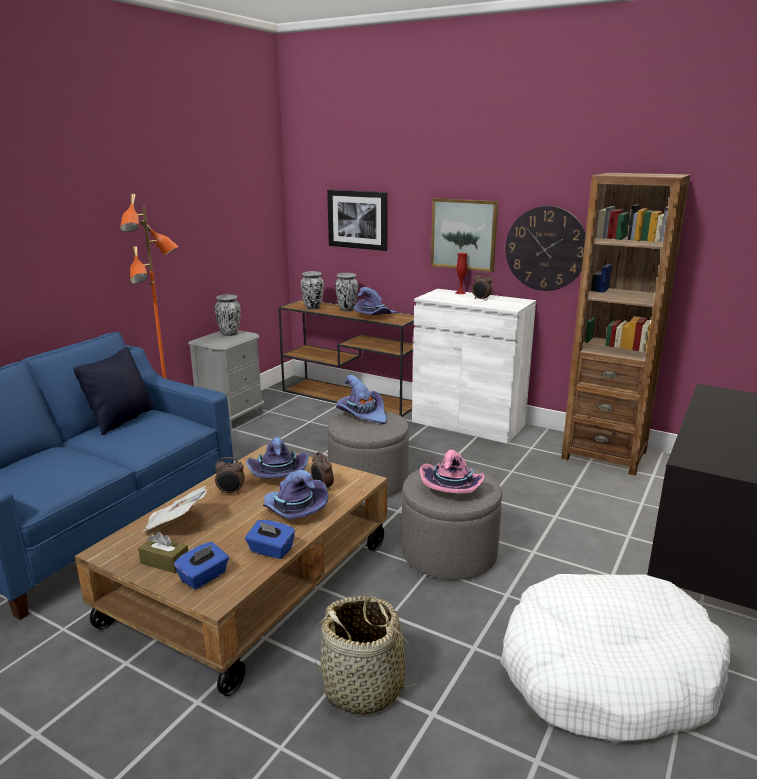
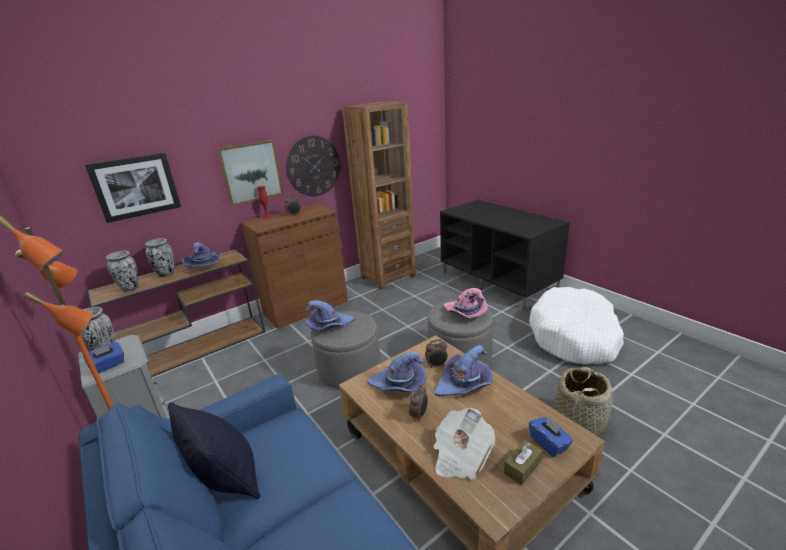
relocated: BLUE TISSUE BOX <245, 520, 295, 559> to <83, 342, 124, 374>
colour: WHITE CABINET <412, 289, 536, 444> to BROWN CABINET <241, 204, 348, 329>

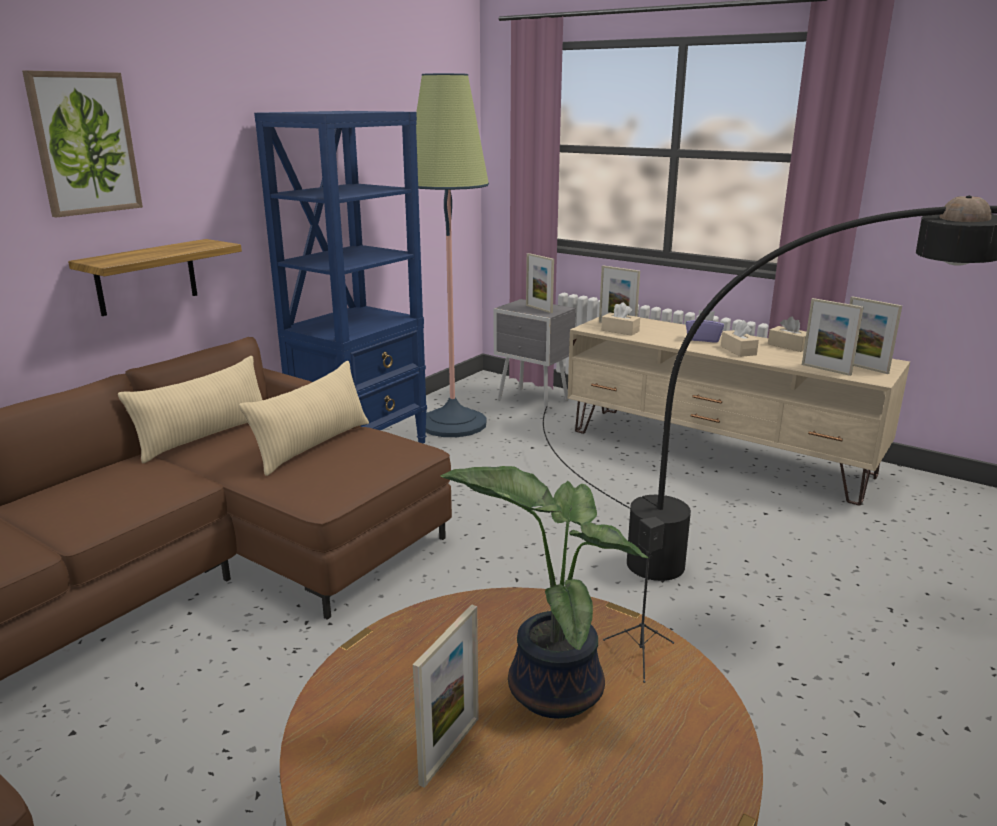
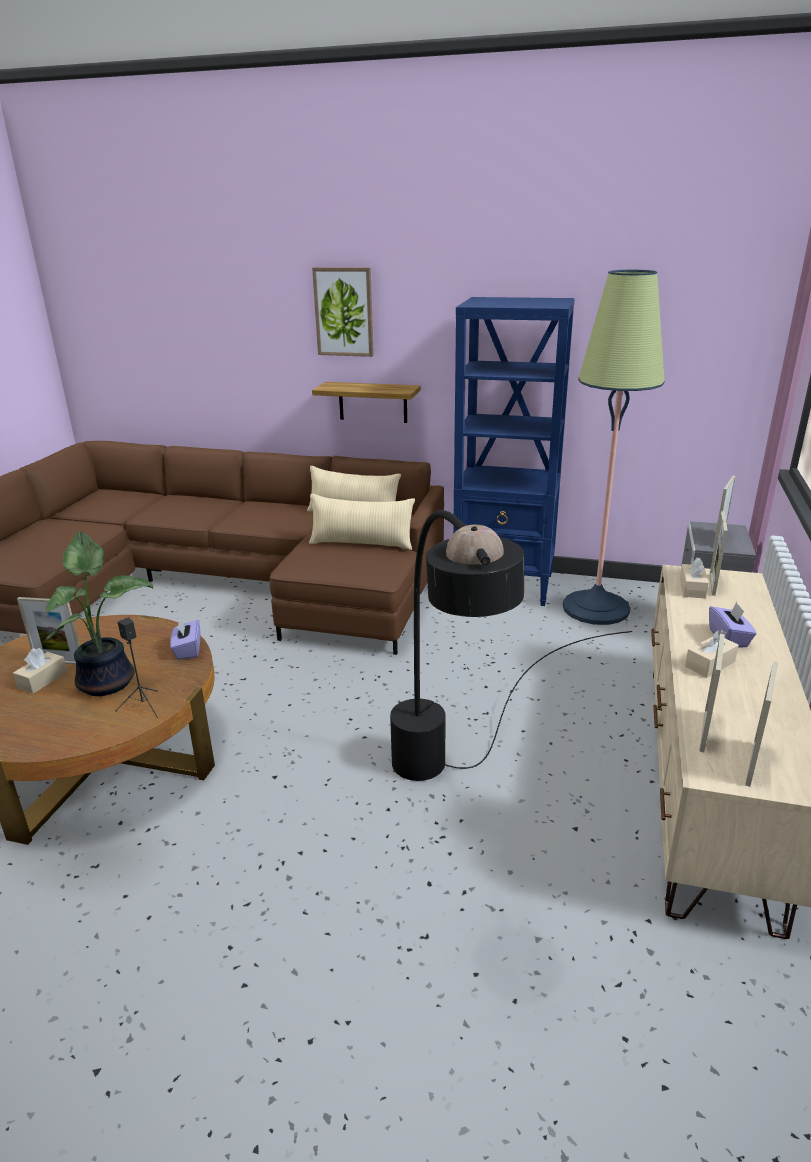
appeared: PURPLE TISSUE BOX <170, 619, 200, 660>
relocated: BEIGE TISSUE BOX <768, 316, 806, 352> to <13, 648, 67, 694>

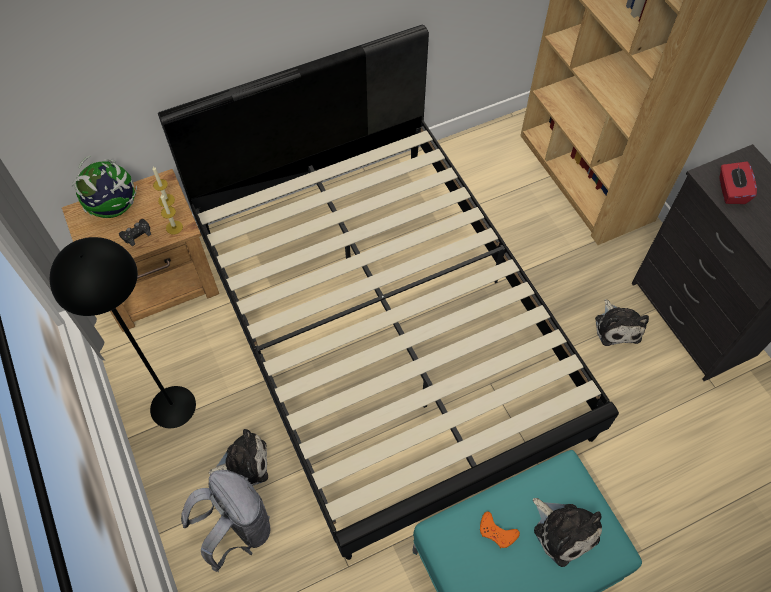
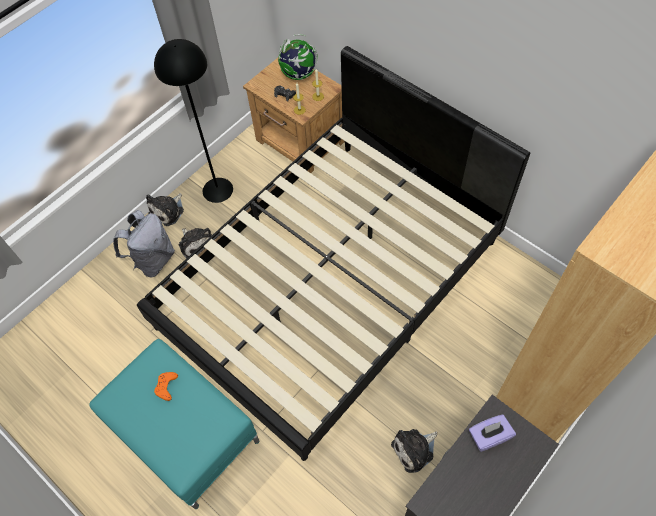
relocated: PLUSH TOY <533, 498, 602, 567> to <146, 193, 184, 226>
colour: RED TISSUE BOX <719, 162, 757, 204> to PURPLE TISSUE BOX <469, 414, 516, 452>

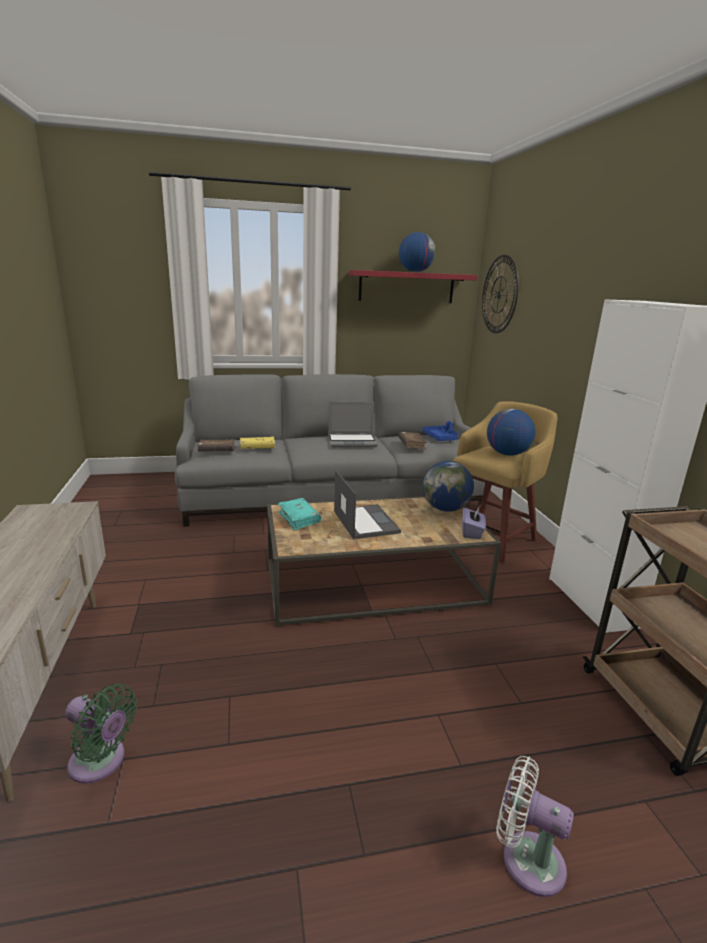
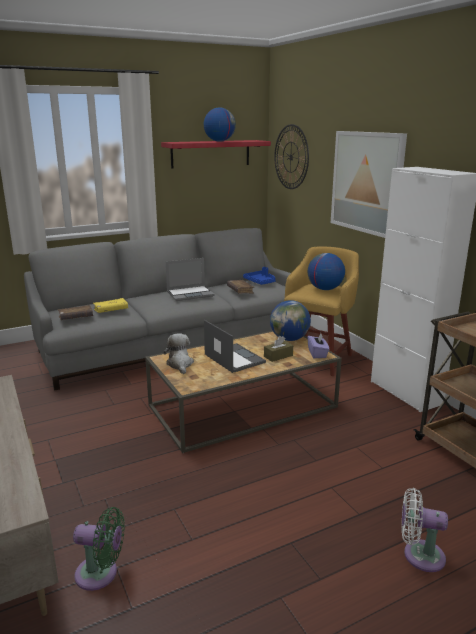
appeared: BROWN TISSUE BOX <264, 336, 293, 362>; PICTURE <331, 131, 407, 238>
exchanged: TURQUOISE BOOK <278, 498, 321, 531> to PLUSH TOY <163, 333, 194, 374>

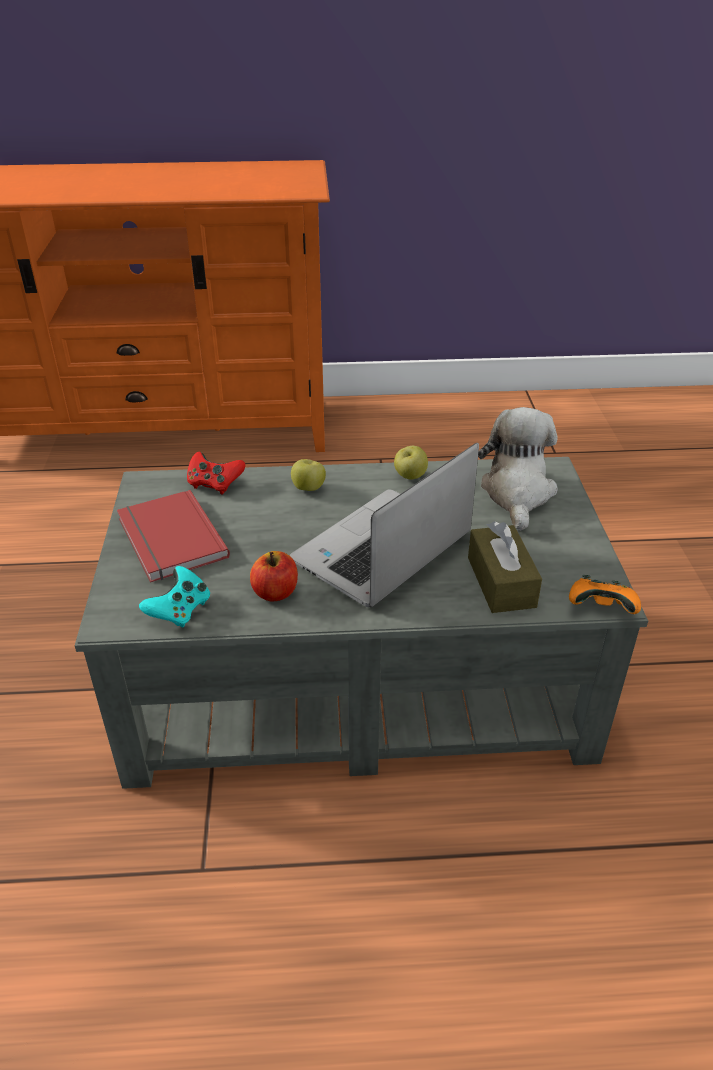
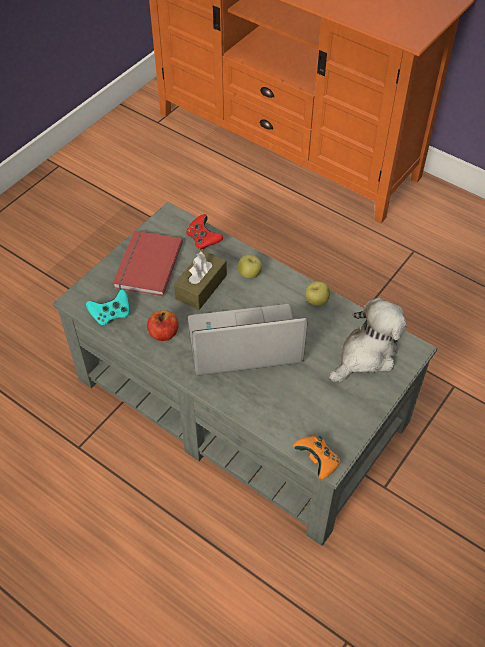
relocated: BROWN TISSUE BOX <468, 522, 542, 613> to <174, 250, 227, 310>

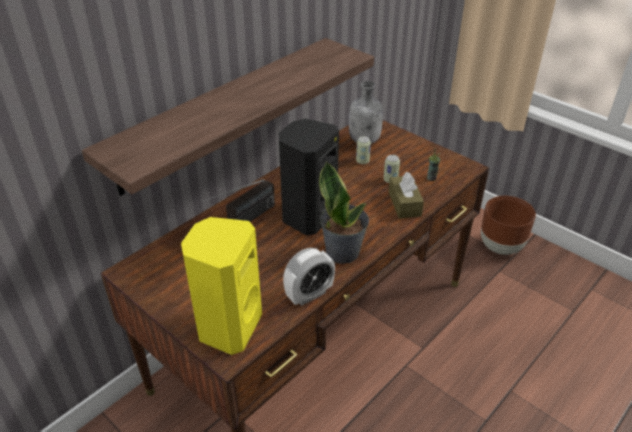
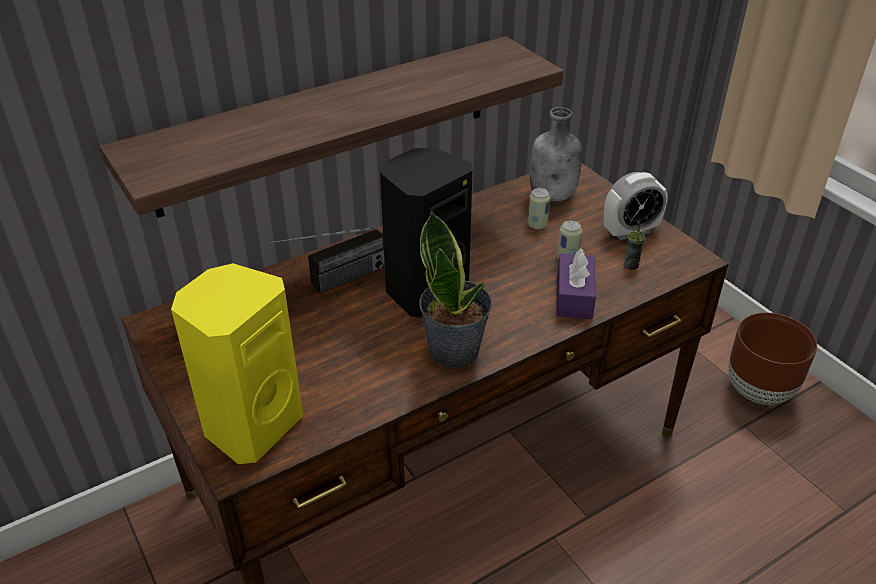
relocated: ALARM CLOCK <283, 248, 335, 306> to <604, 172, 668, 240>
colour: BROWN TISSUE BOX <389, 171, 424, 219> to PURPLE TISSUE BOX <556, 248, 596, 319>

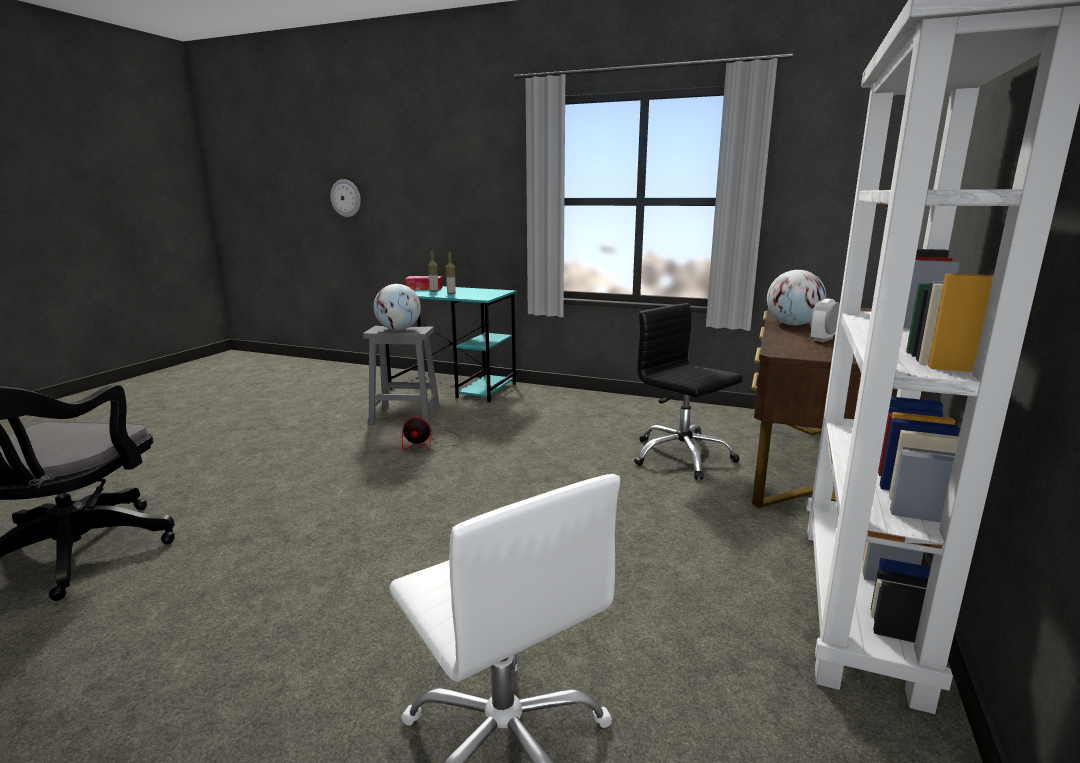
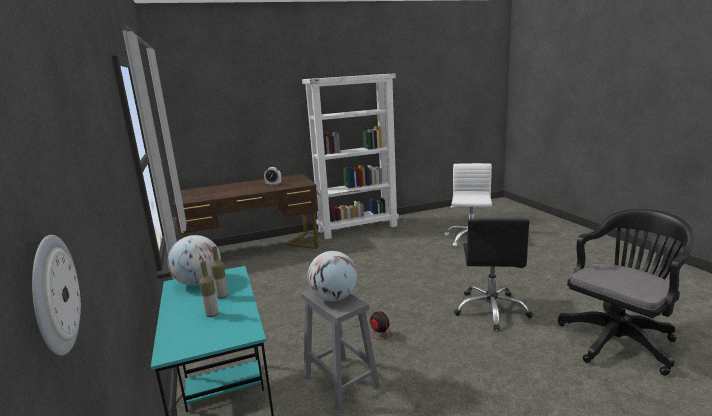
missing: TISSUE BOX <405, 276, 442, 290>
relocated: GLOBE <767, 270, 826, 325> to <168, 235, 221, 286>; BLACK OFFICE CHAIR <634, 303, 743, 480> to <454, 218, 533, 331>

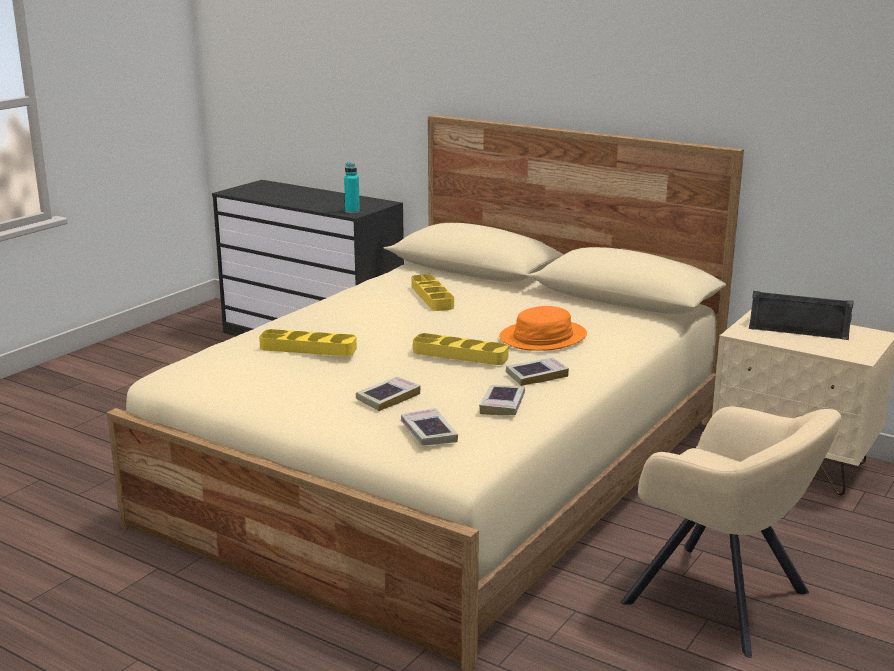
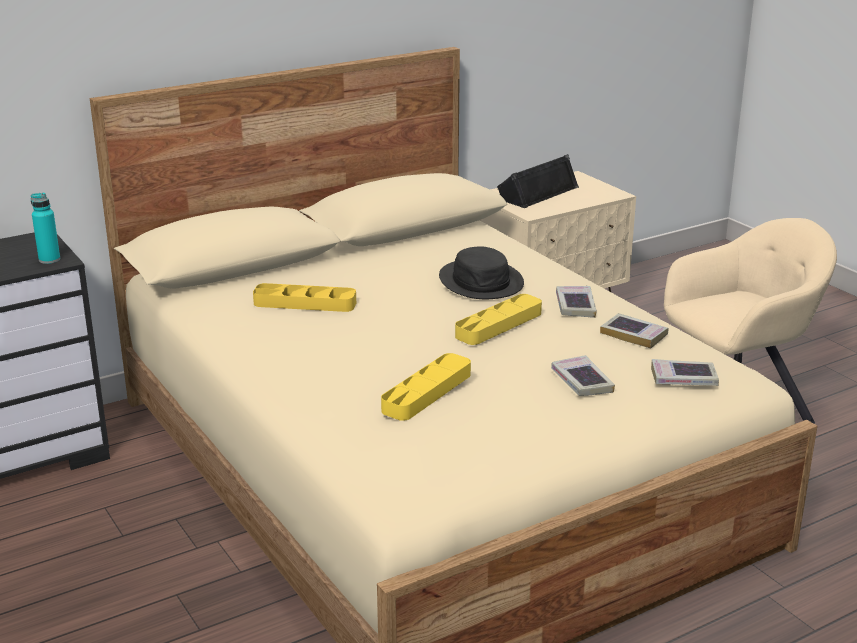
colour: ORANGE HAT <499, 306, 587, 351> to BLACK HAT <439, 246, 524, 299>

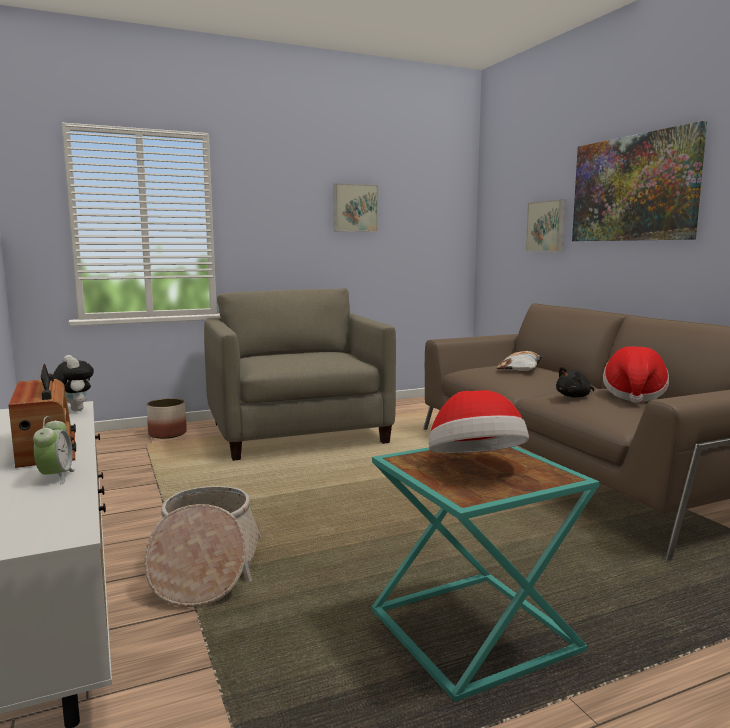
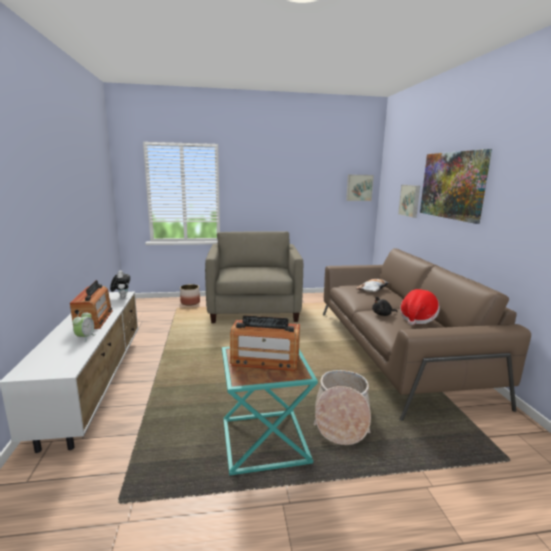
relocated: BASKET <144, 486, 262, 607> to <313, 370, 371, 445>; PICTURE <333, 183, 378, 232> to <346, 175, 374, 201>
exchanged: HAT <429, 390, 529, 453> to RADIO <230, 315, 300, 371>

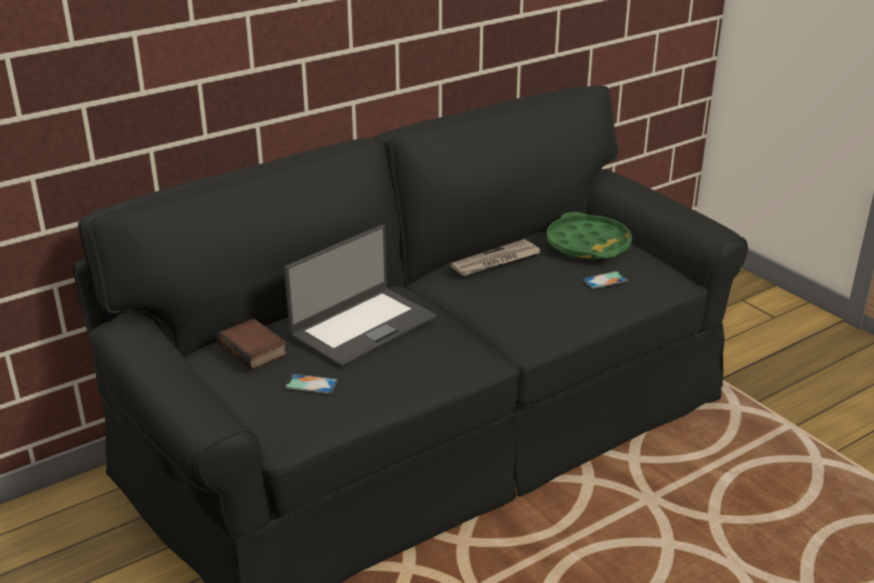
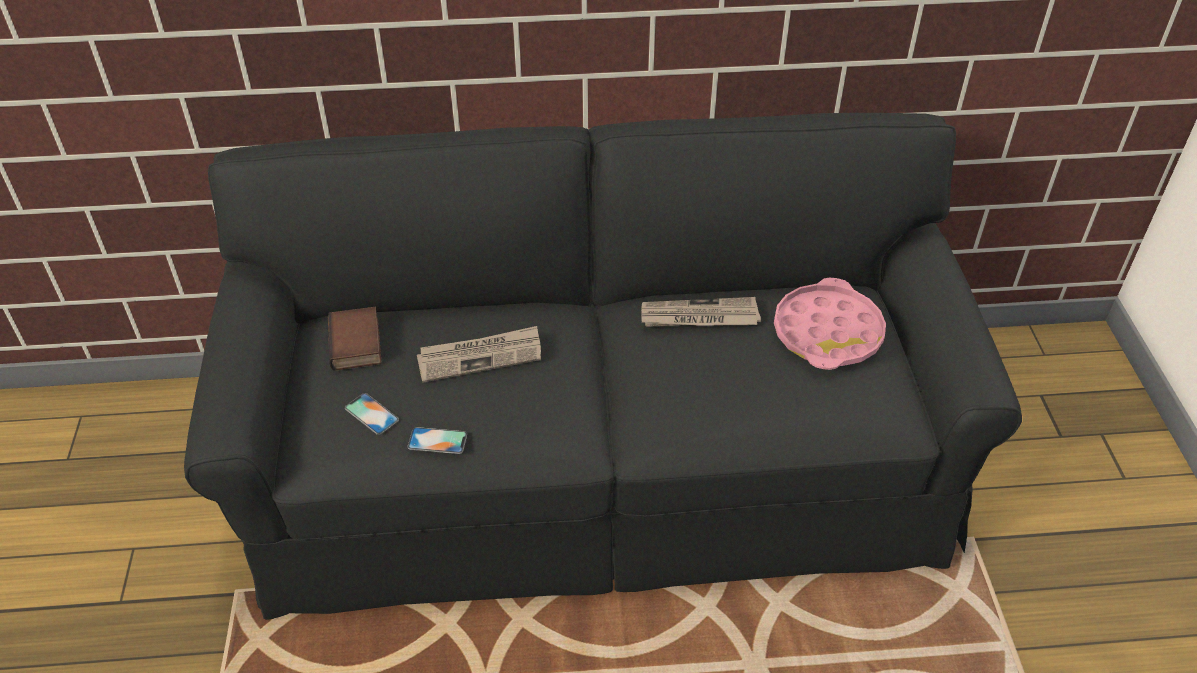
relocated: PHONE <583, 271, 628, 289> to <407, 427, 467, 454>
exchanged: LAPTOP <284, 225, 436, 367> to NEWSPAPER <417, 326, 541, 383>
colour: GREEN TRAY <547, 212, 632, 260> to PINK TRAY <774, 278, 886, 370>

